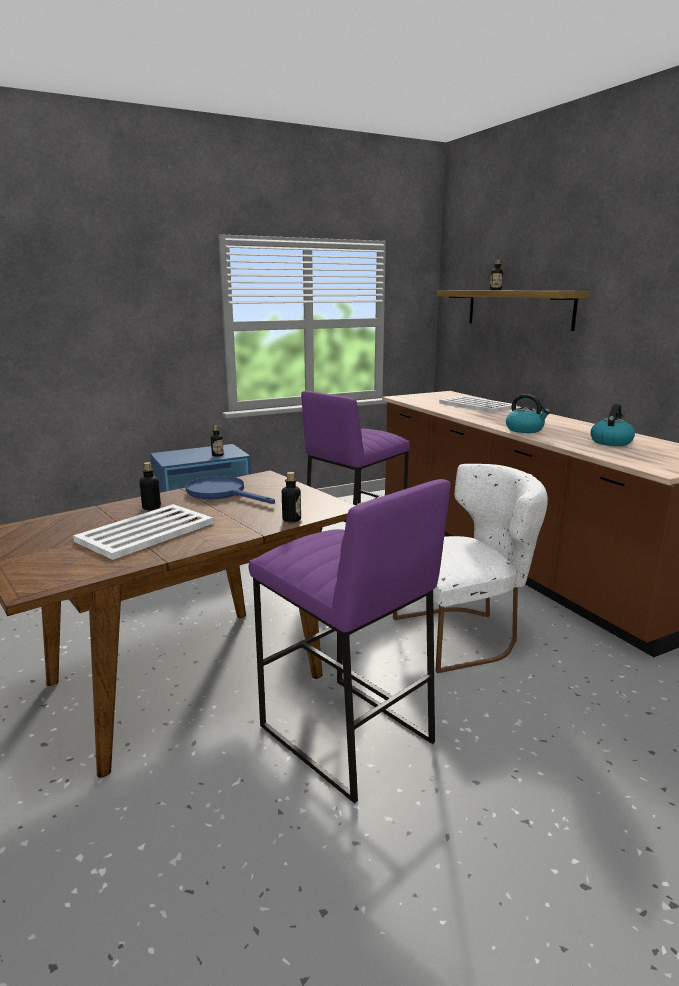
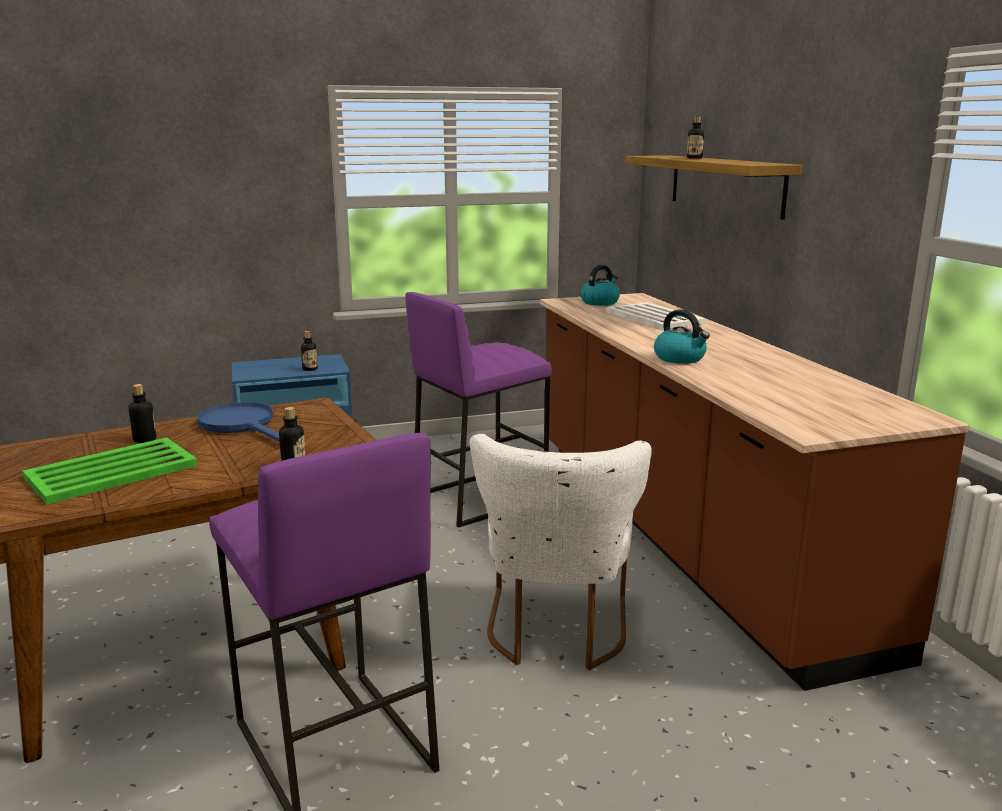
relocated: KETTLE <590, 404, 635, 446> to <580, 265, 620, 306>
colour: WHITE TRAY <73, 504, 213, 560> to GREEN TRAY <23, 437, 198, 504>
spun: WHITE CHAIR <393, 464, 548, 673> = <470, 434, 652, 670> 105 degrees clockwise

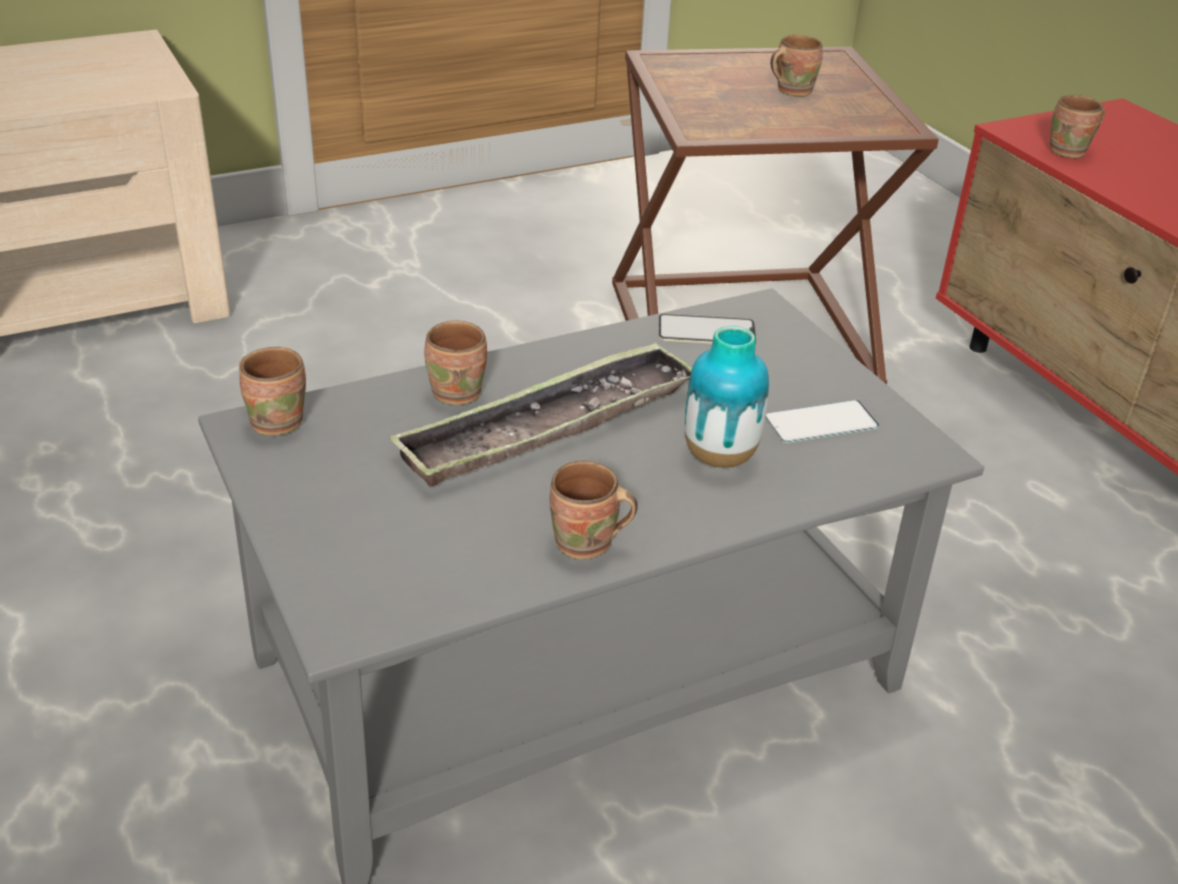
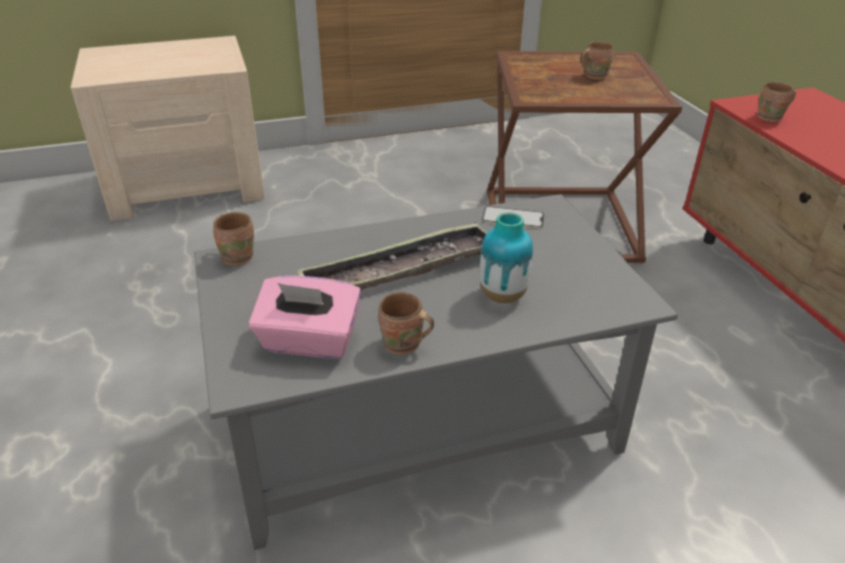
missing: BROWN MUG <424, 321, 487, 405>; PHONE <765, 400, 879, 443>
appeared: PINK TISSUE BOX <249, 276, 362, 359>

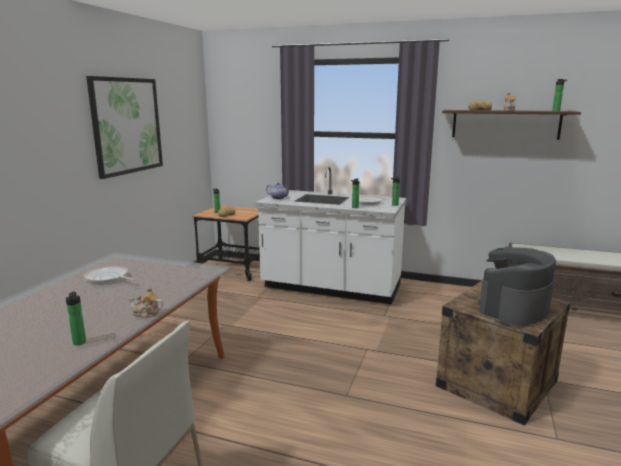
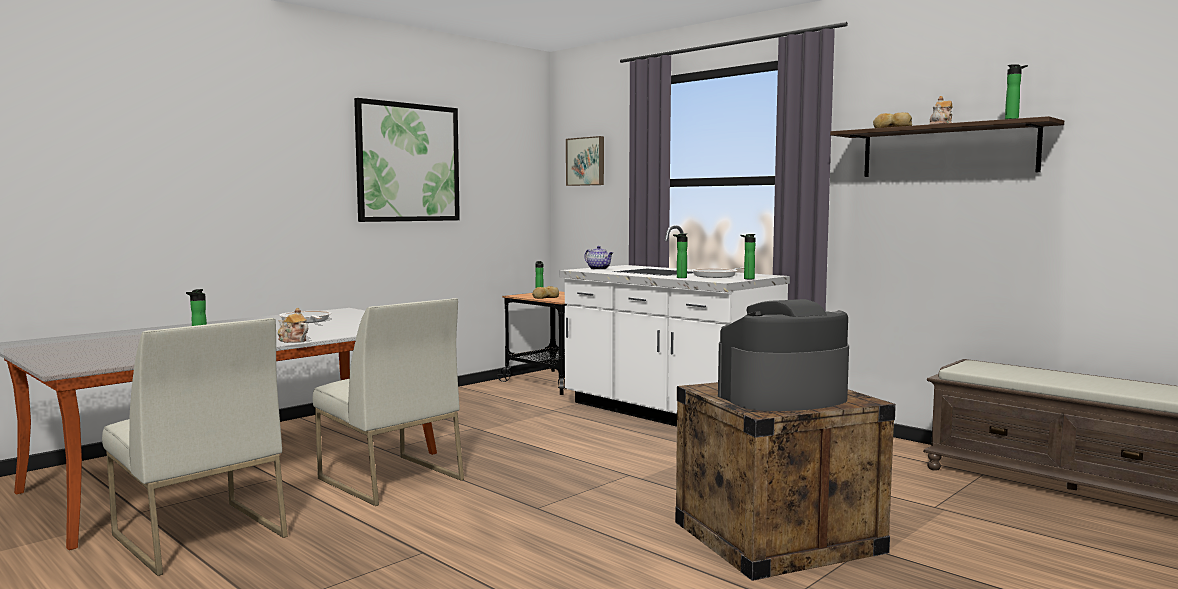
appeared: WHITE CHAIR <313, 298, 464, 506>; PICTURE <566, 136, 604, 186>

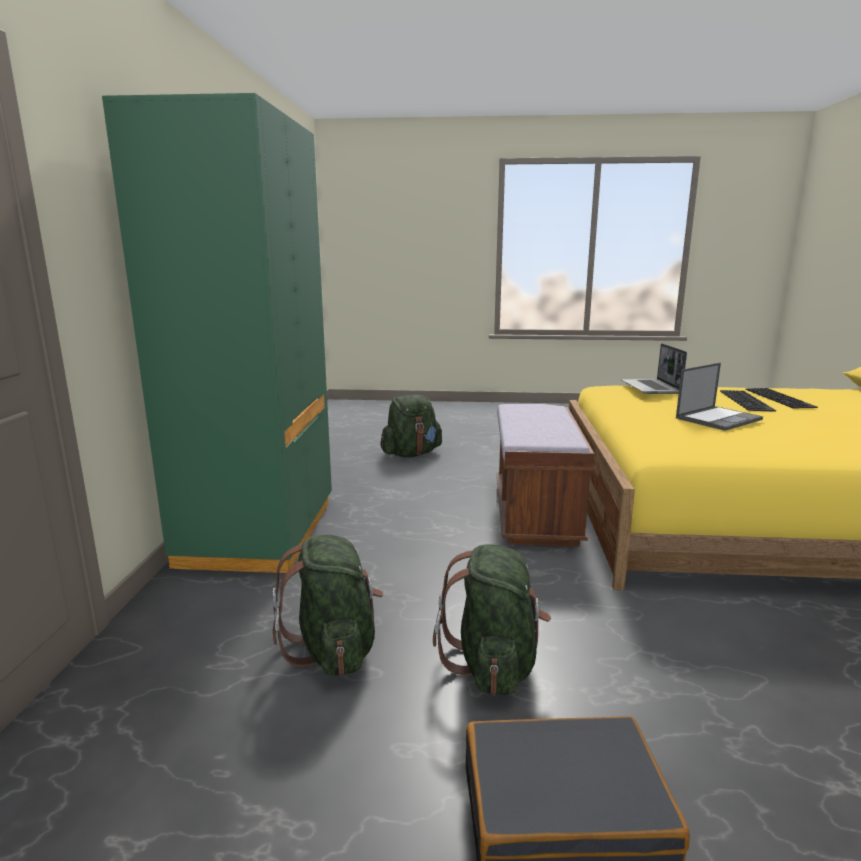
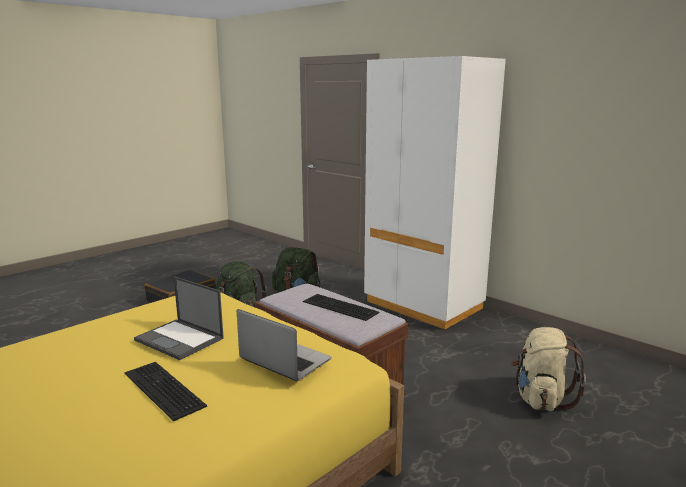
relocated: KEYBOARD <745, 388, 818, 408> to <303, 294, 379, 321>
colour: GREEN WARDROBE <102, 93, 332, 573> to WHITE WARDROBE <364, 56, 506, 330>; GREEN BACKPACK <381, 395, 442, 457> to BEIGE BACKPACK <511, 327, 586, 411>
spun: LAPTOP <676, 363, 763, 431> = <134, 276, 224, 360> 60 degrees counterclockwise

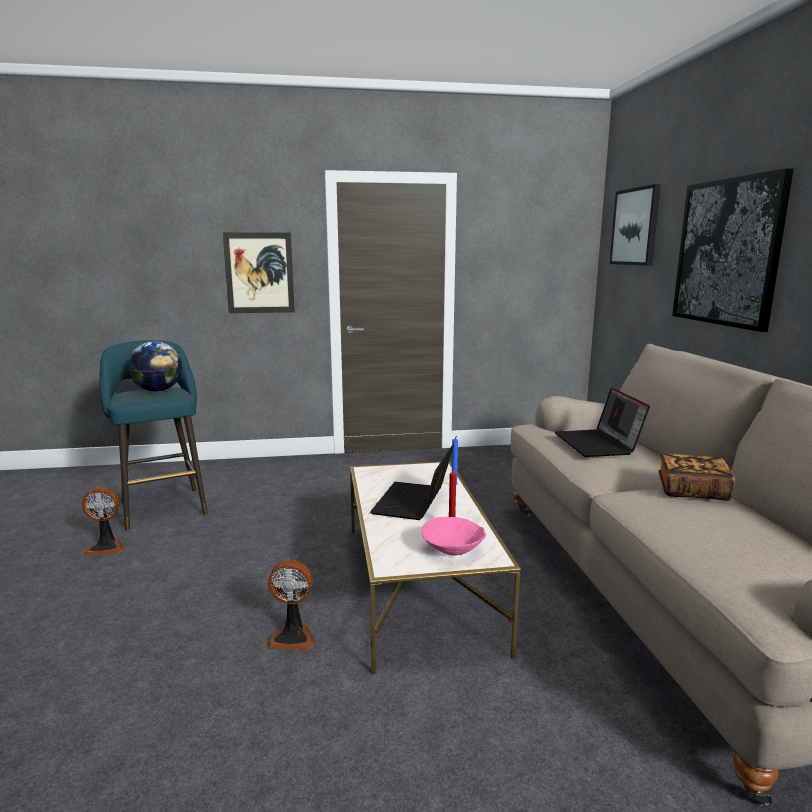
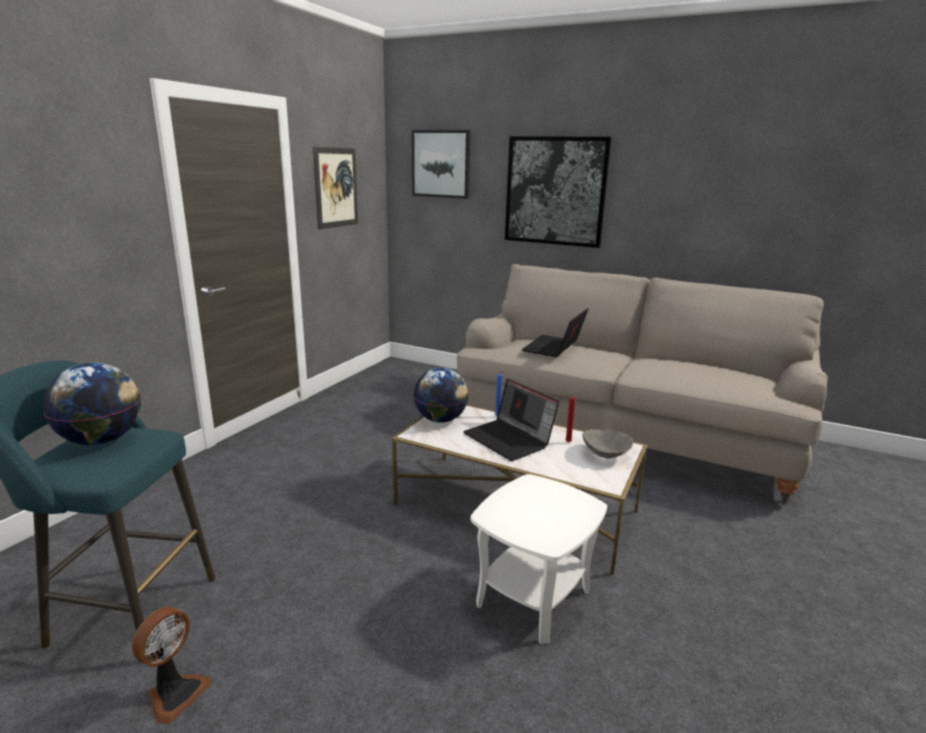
missing: BOOK <659, 453, 735, 501>
appeared: GLOBE <413, 368, 469, 423>
relocated: PICTURE <223, 232, 295, 313> to <313, 147, 358, 229>
exchanged: FAN <267, 560, 314, 650> to WHITE SIDE TABLE <471, 474, 607, 644>
colour: PINK BOWL <421, 517, 486, 555> to GREY BOWL <582, 429, 633, 459>
spun: LAPTOP <555, 387, 650, 457> = <522, 308, 588, 357> 90 degrees clockwise

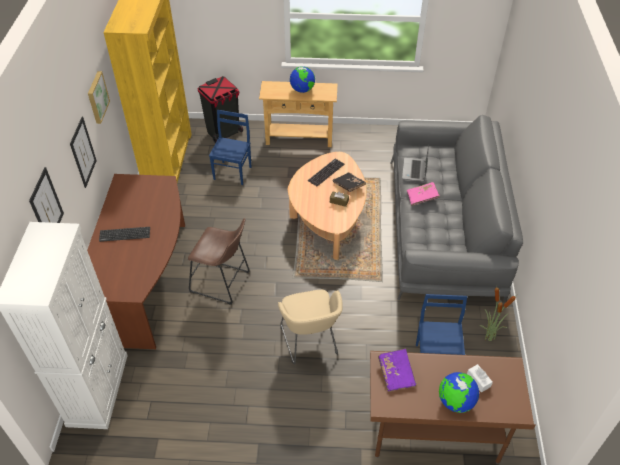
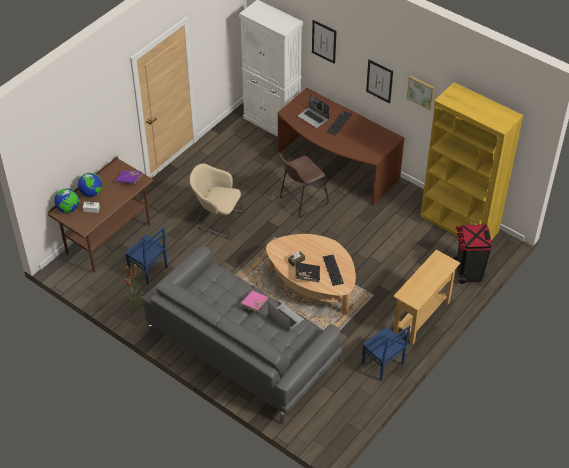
appeared: LAPTOP <298, 94, 330, 128>
relocated: GLOBE <290, 66, 315, 93> to <54, 188, 79, 213>; BLUE CHAIR <209, 110, 251, 185> to <362, 325, 410, 381>

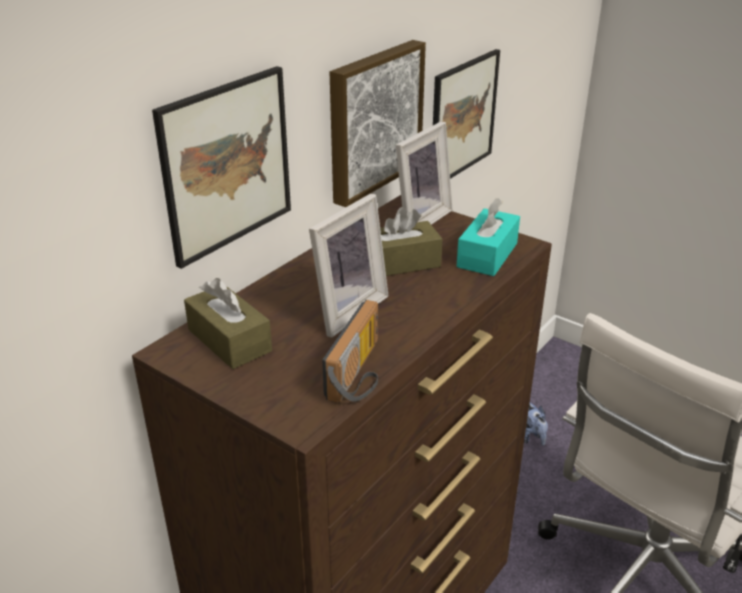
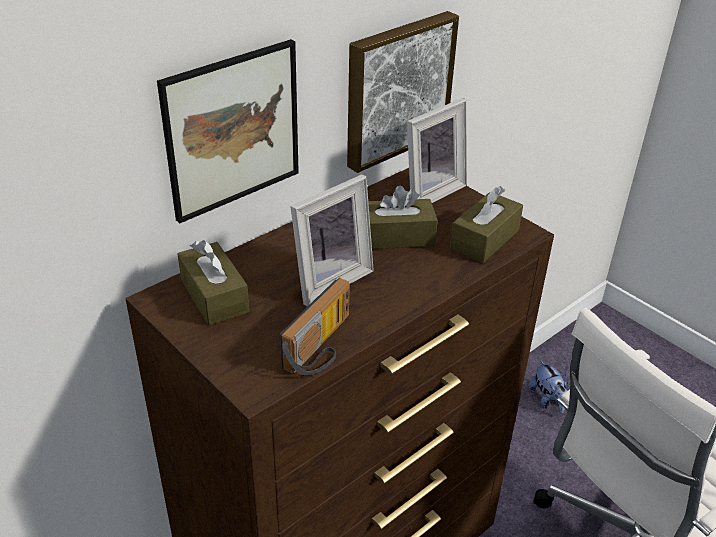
missing: PICTURE <433, 49, 500, 179>
colour: TURQUOISE TISSUE BOX <456, 198, 520, 276> to BROWN TISSUE BOX <450, 186, 523, 263>

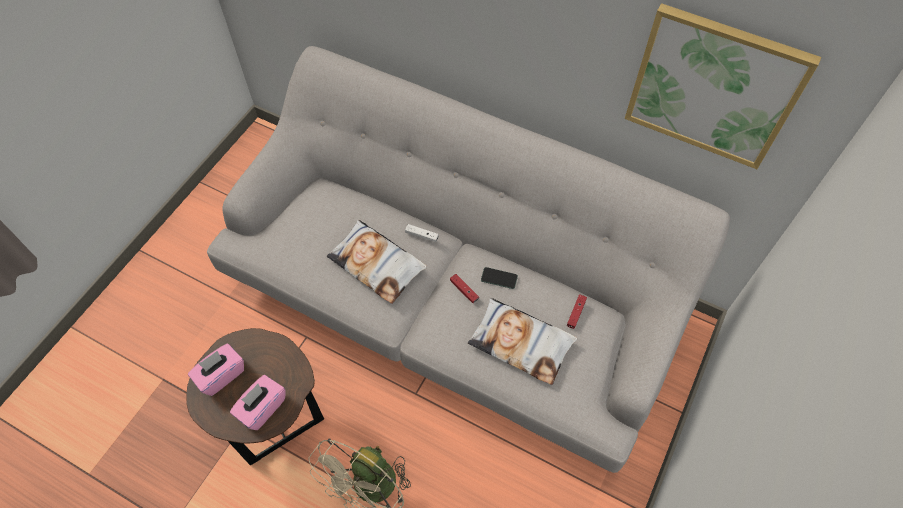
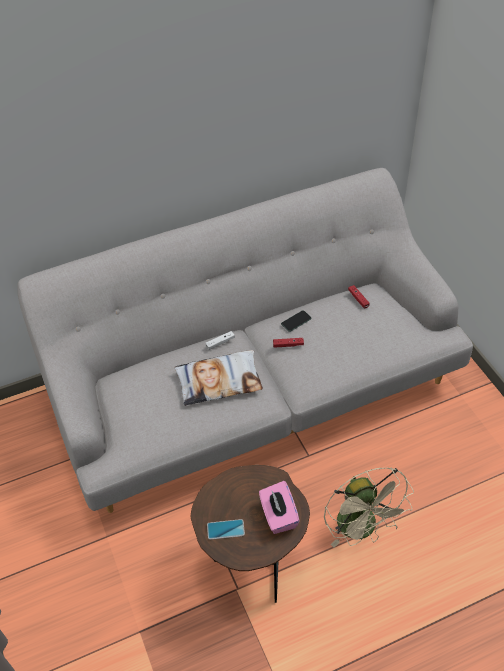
missing: PILLOW <468, 298, 577, 385>; PICTURE <625, 3, 821, 169>
exchanged: PINK TISSUE BOX <188, 344, 244, 396> to PHONE <207, 519, 245, 540>

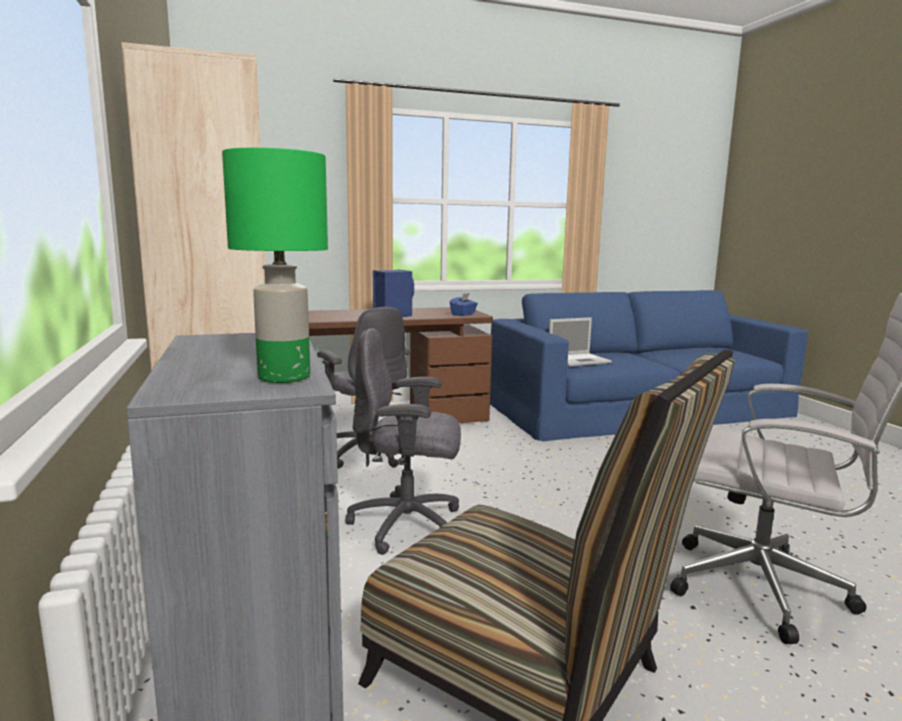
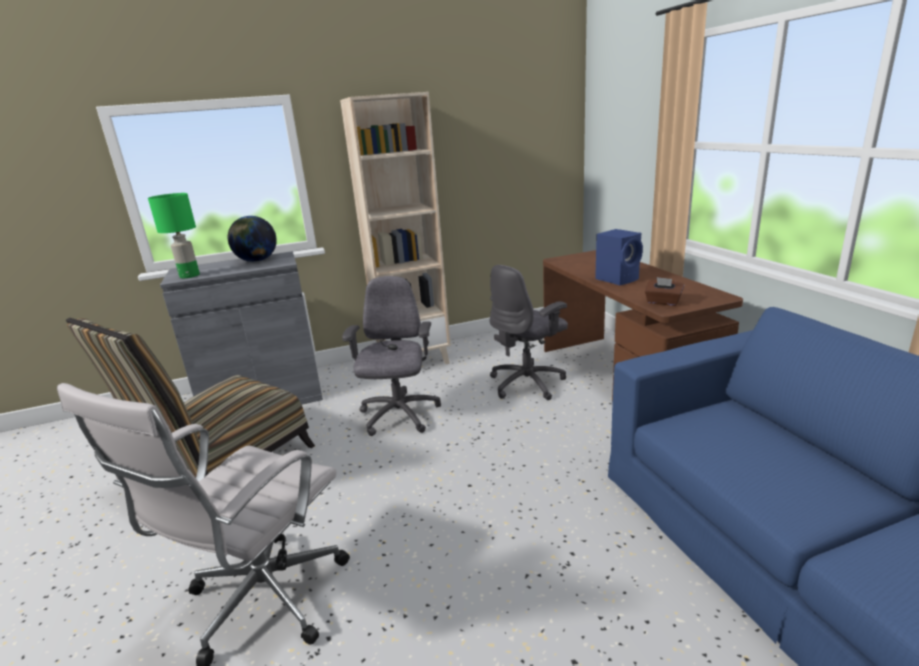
missing: LAPTOP <549, 317, 612, 366>
appeared: GLOBE <228, 216, 277, 262>
colour: BLUE TISSUE BOX <450, 293, 478, 316> to BROWN TISSUE BOX <645, 277, 684, 306>

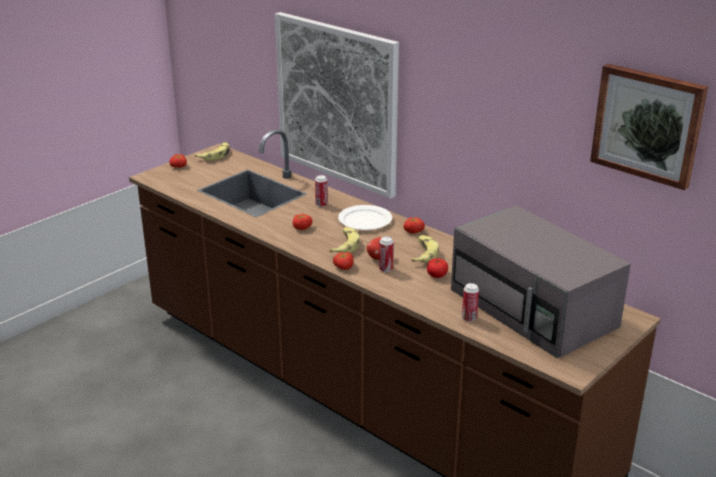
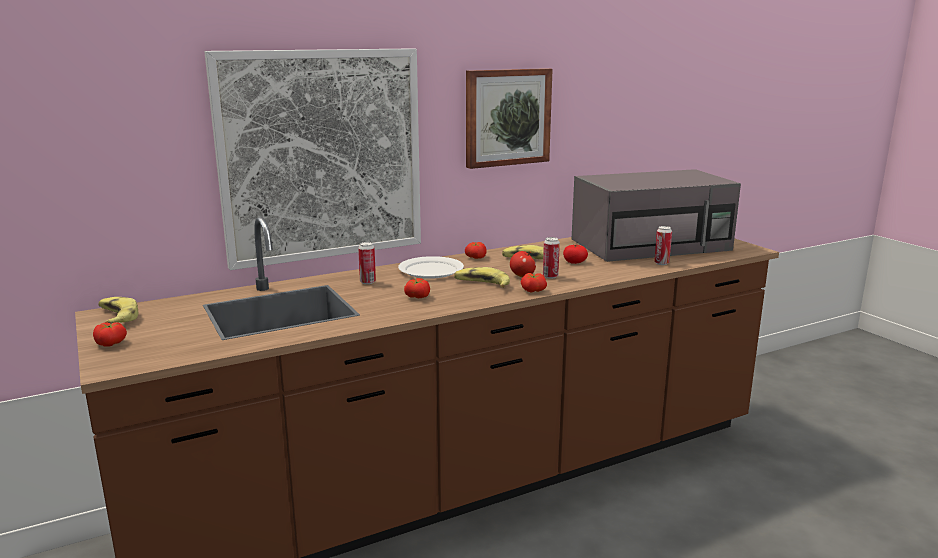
relocated: PICTURE <590, 64, 708, 190> to <466, 68, 553, 169>

